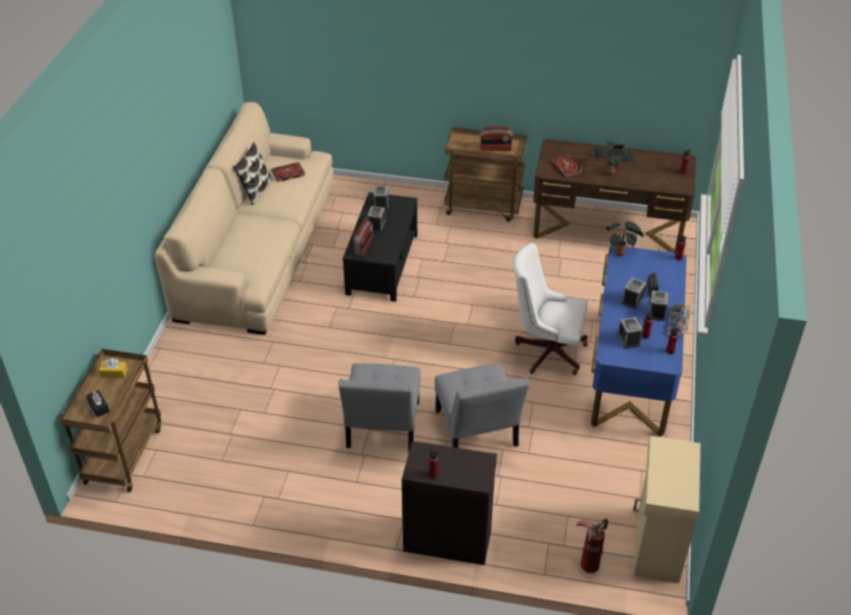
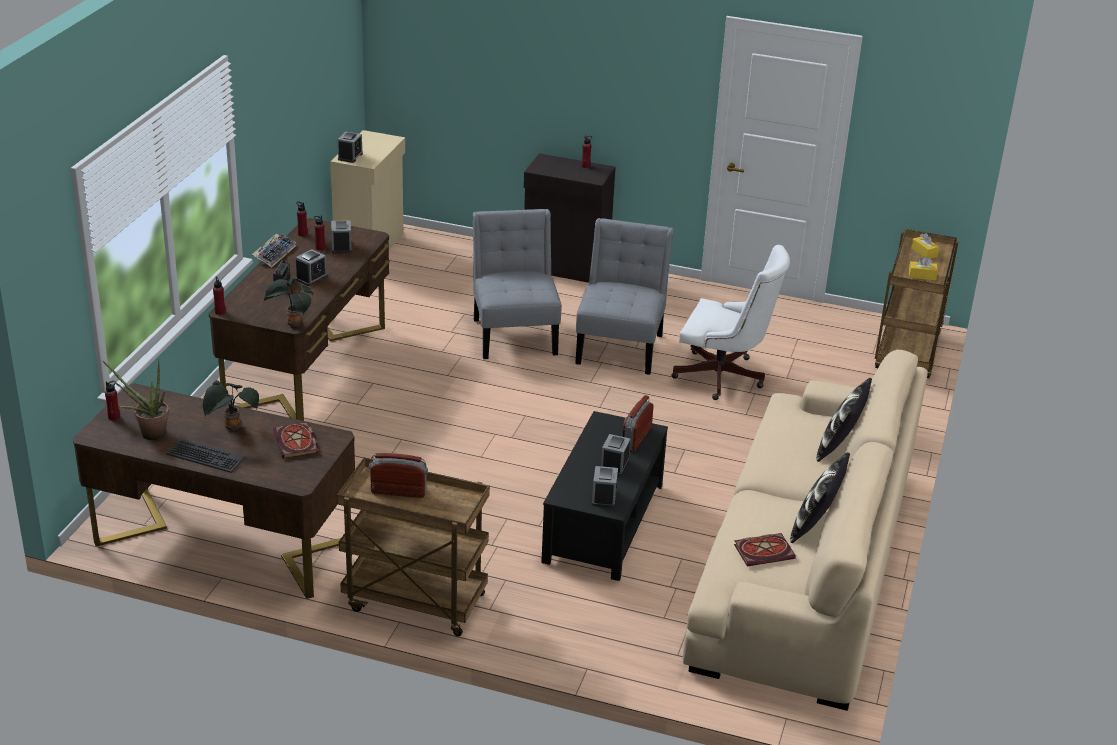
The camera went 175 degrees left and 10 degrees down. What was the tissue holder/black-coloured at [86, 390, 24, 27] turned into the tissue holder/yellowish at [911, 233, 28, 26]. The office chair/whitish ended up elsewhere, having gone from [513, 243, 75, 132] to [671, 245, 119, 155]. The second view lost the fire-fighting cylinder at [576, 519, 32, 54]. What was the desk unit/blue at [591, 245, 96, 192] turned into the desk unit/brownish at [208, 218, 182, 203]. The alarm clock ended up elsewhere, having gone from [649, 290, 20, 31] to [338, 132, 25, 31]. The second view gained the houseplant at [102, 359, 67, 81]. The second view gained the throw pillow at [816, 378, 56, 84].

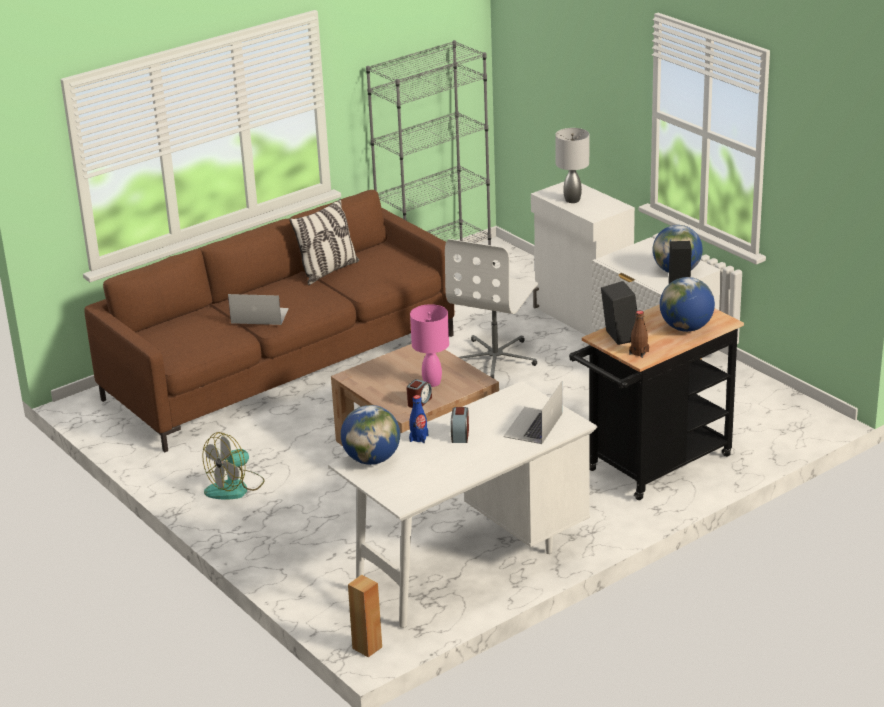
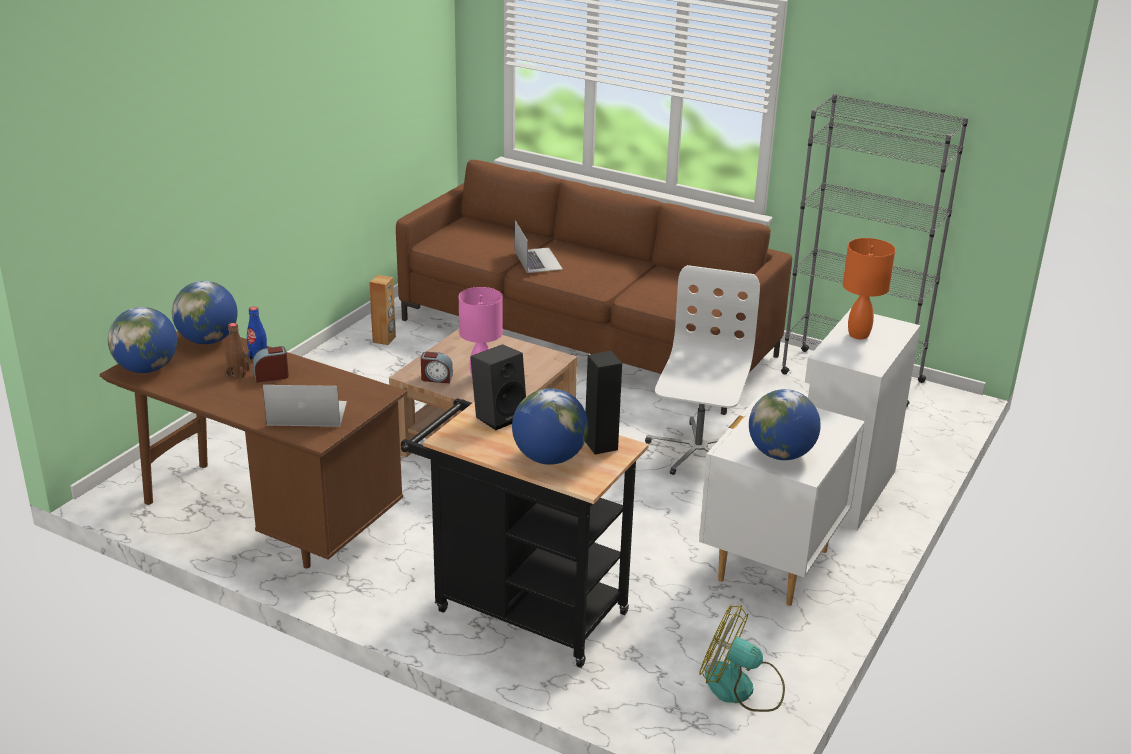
The camera went 65 degrees right and 0 degrees up. The electric fan ended up elsewhere, having gone from [202, 432, 63, 68] to [699, 605, 86, 107]. The second view lost the throw pillow at [289, 199, 70, 86]. What was the desk unit/whitish at [328, 381, 269, 247] turned into the desk unit/brownish at [100, 331, 308, 237]. The speaker/brownish ended up elsewhere, having gone from [348, 575, 34, 82] to [369, 275, 27, 70]. The office chair/whitish at [445, 239, 93, 140] ended up facing another way, 105 degrees clockwise from before. What was the lamp for a table/grey at [555, 128, 34, 75] turned into the lamp for a table/orangey at [843, 238, 52, 101]. The bottle/brownish ended up elsewhere, having gone from [629, 311, 20, 47] to [226, 323, 24, 55]. The second view gained the globe at [108, 307, 69, 66].

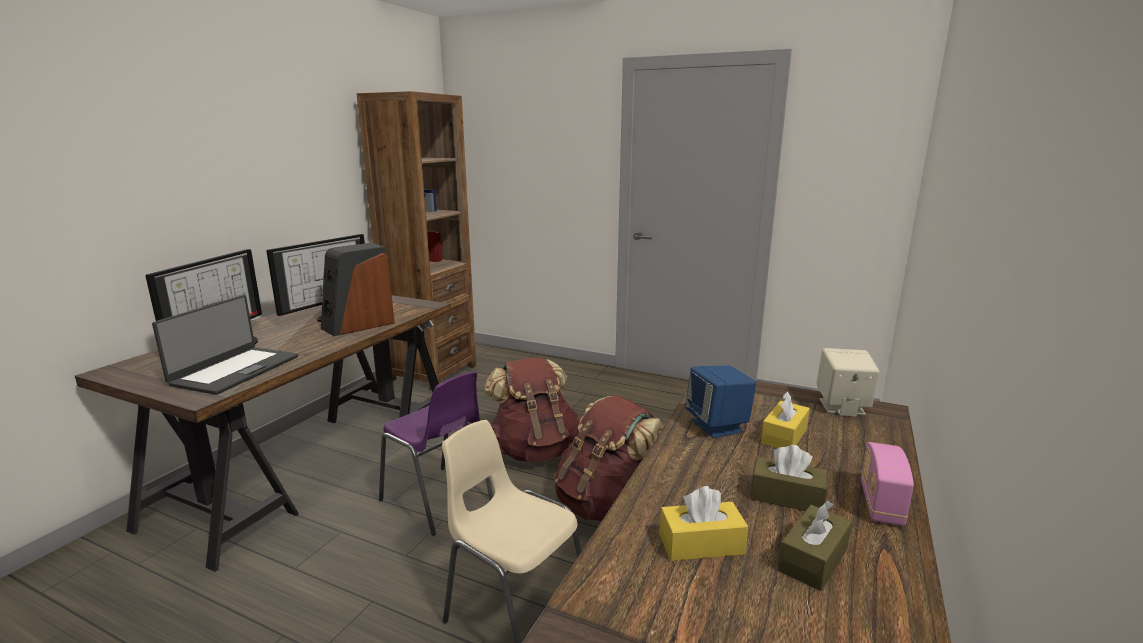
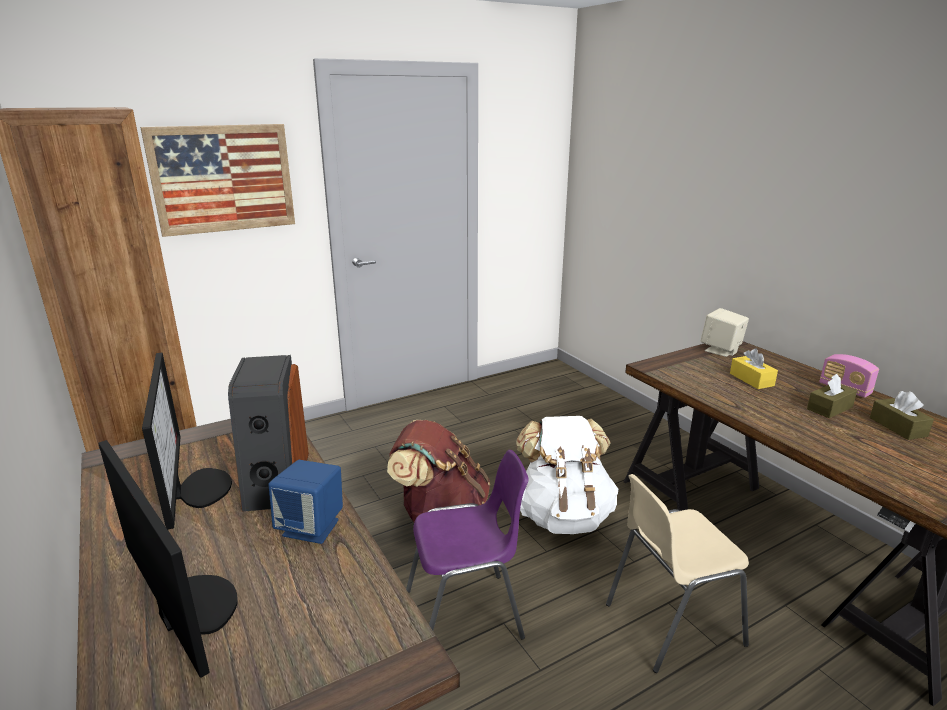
The camera went 55 degrees left and 5 degrees up. The second view lost the portable computer at [152, 295, 146, 100]. What was the backpack/brownish at [554, 395, 111, 126] turned into the backpack/whitish at [517, 416, 101, 118]. The second view lost the tissue holder/yellowish at [660, 486, 88, 75]. The speaker/blue ended up elsewhere, having gone from [685, 366, 71, 72] to [268, 460, 75, 84]. The second view gained the wall picture at [140, 124, 155, 113].

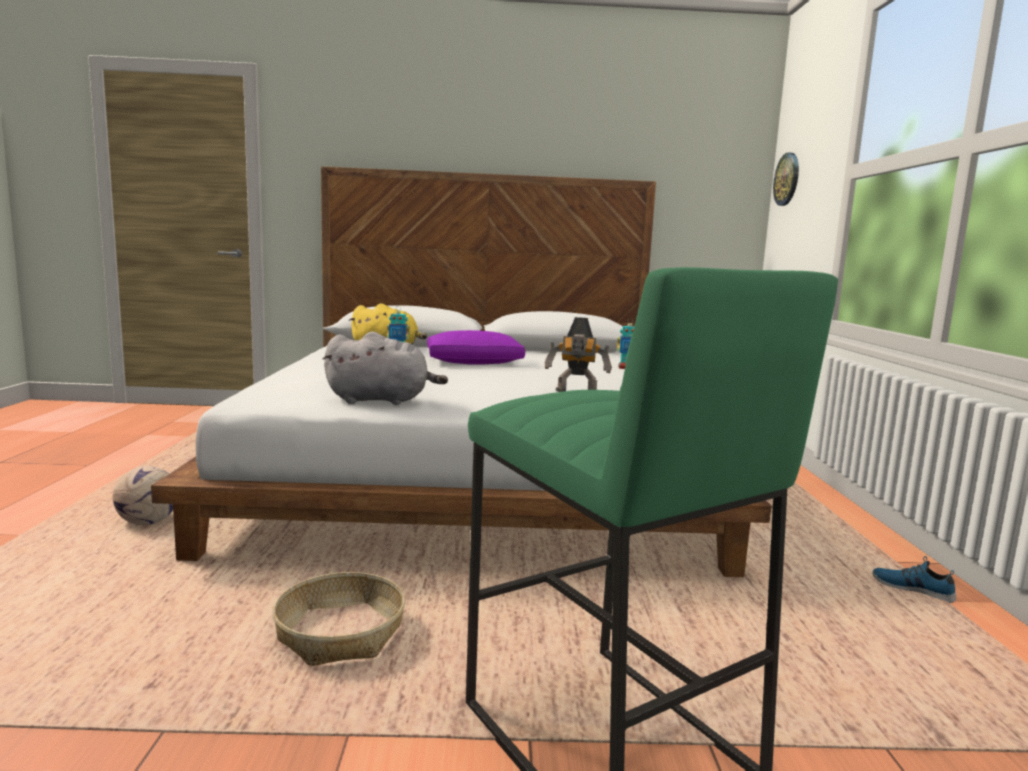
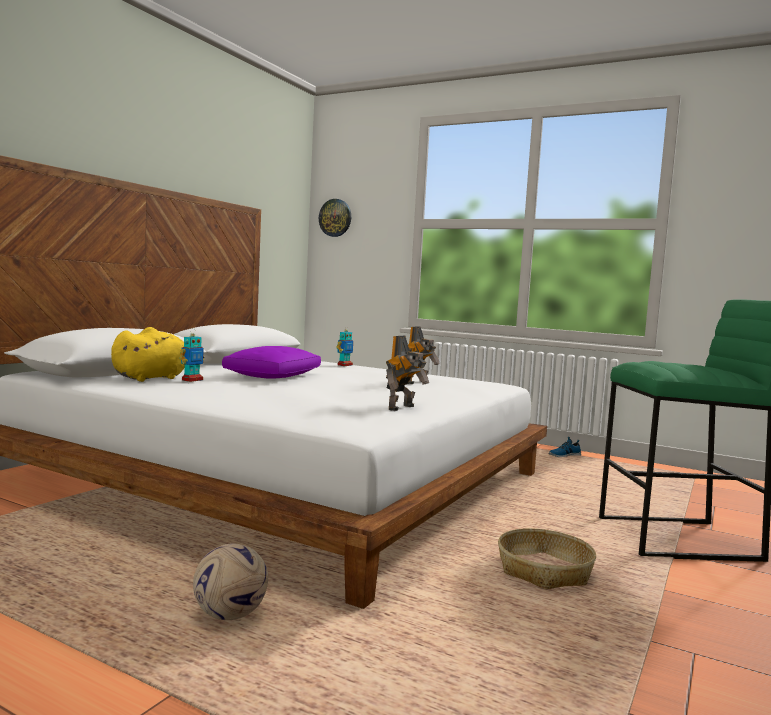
The camera went 60 degrees left and 5 degrees down. Where the soft toy/grey stood at [323, 332, 125, 73], the robot figure came to stand at [386, 336, 43, 75].

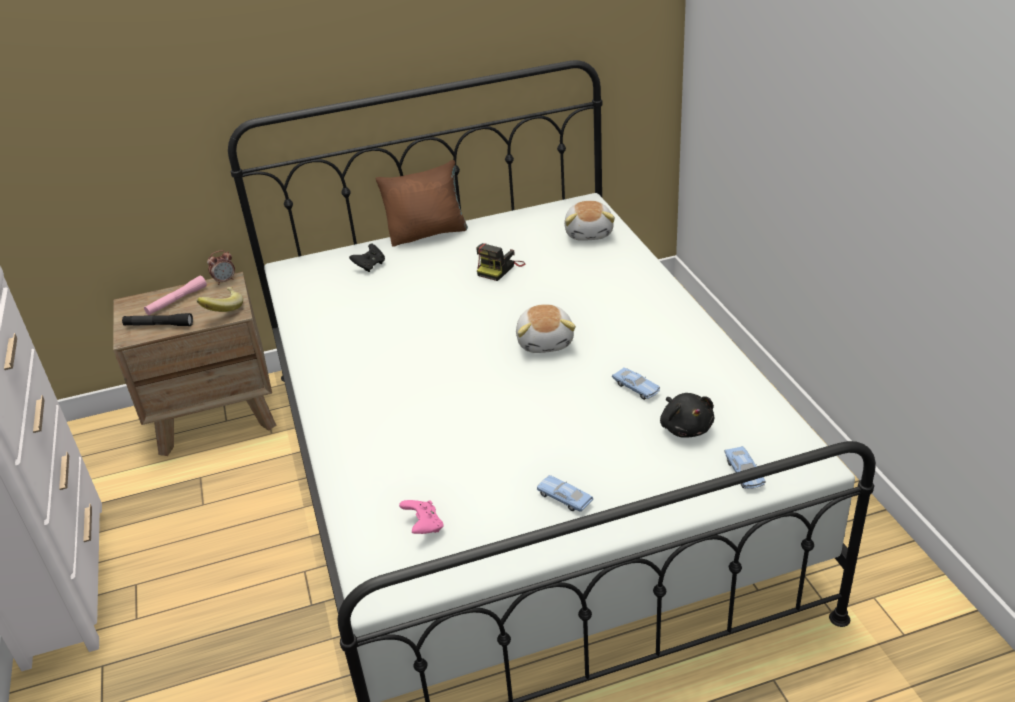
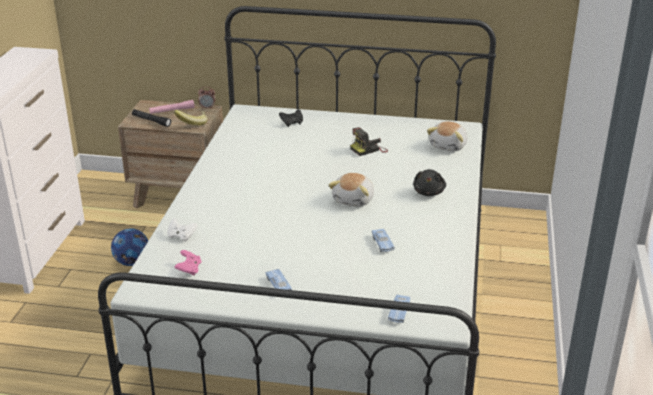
The camera went 25 degrees right and 5 degrees down. The second view lost the throw pillow/brownish at [376, 160, 92, 87]. The soft toy/black-coloured ended up elsewhere, having gone from [660, 393, 54, 45] to [413, 169, 33, 27]. The second view gained the football ball at [111, 228, 37, 38]. The second view gained the gamepad/whitish at [167, 218, 31, 24].

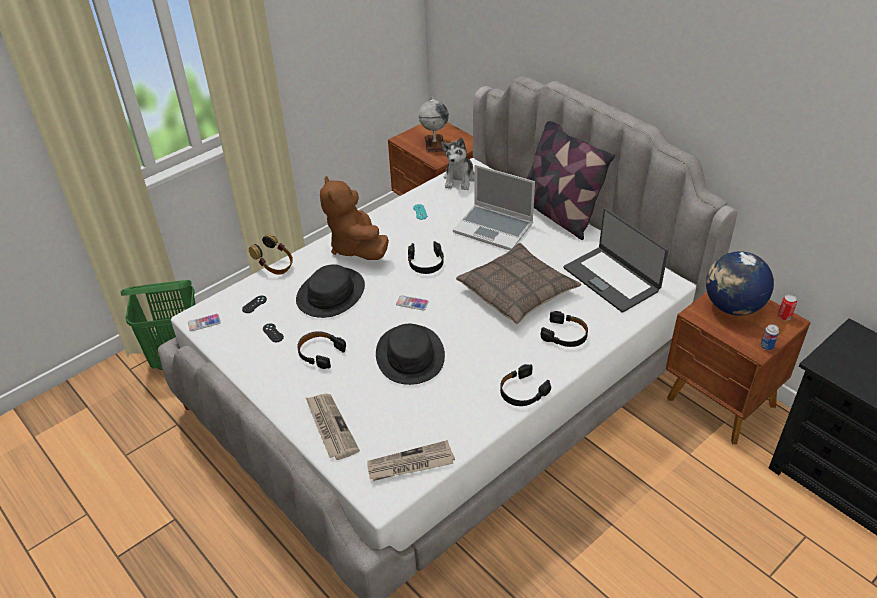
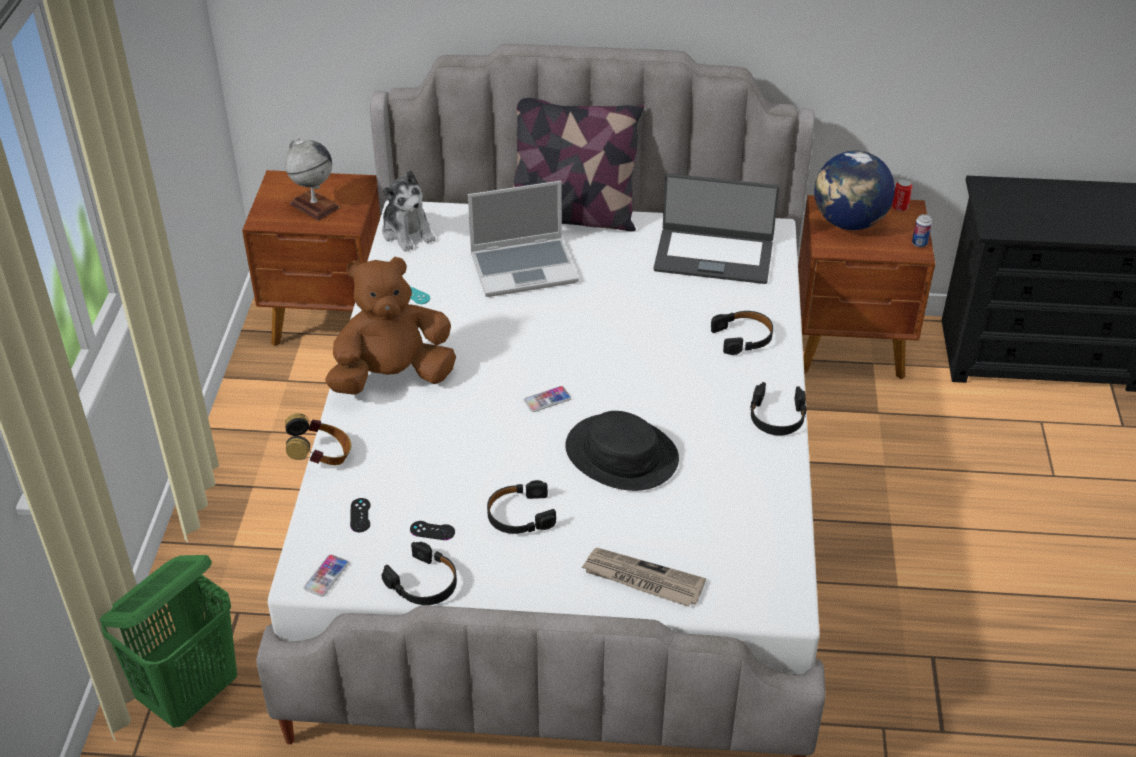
The camera went 45 degrees left and 0 degrees up. The second view lost the hat/black-coloured at [296, 264, 69, 54]. The soft toy/brownish at [320, 176, 69, 84] ended up facing another way, 135 degrees clockwise from before. The second view lost the printed paper at [367, 440, 88, 41]. The headset/black-coloured ended up elsewhere, having gone from [408, 241, 36, 33] to [382, 542, 75, 63]. The second view lost the throw pillow at [456, 243, 125, 81].

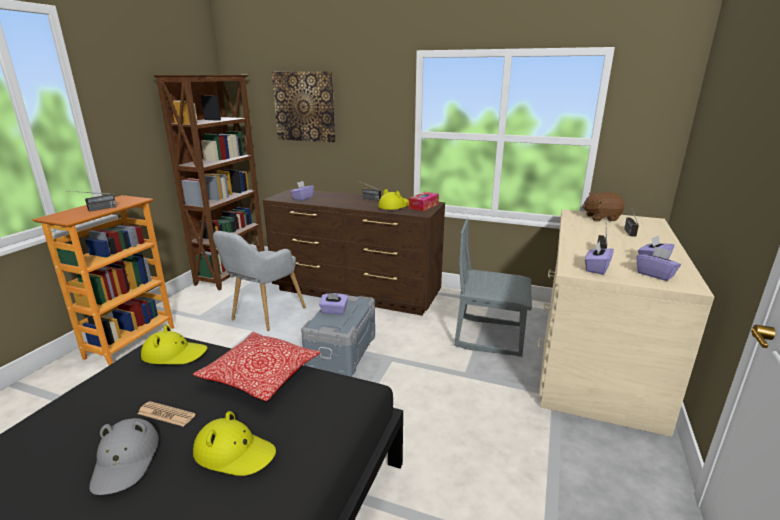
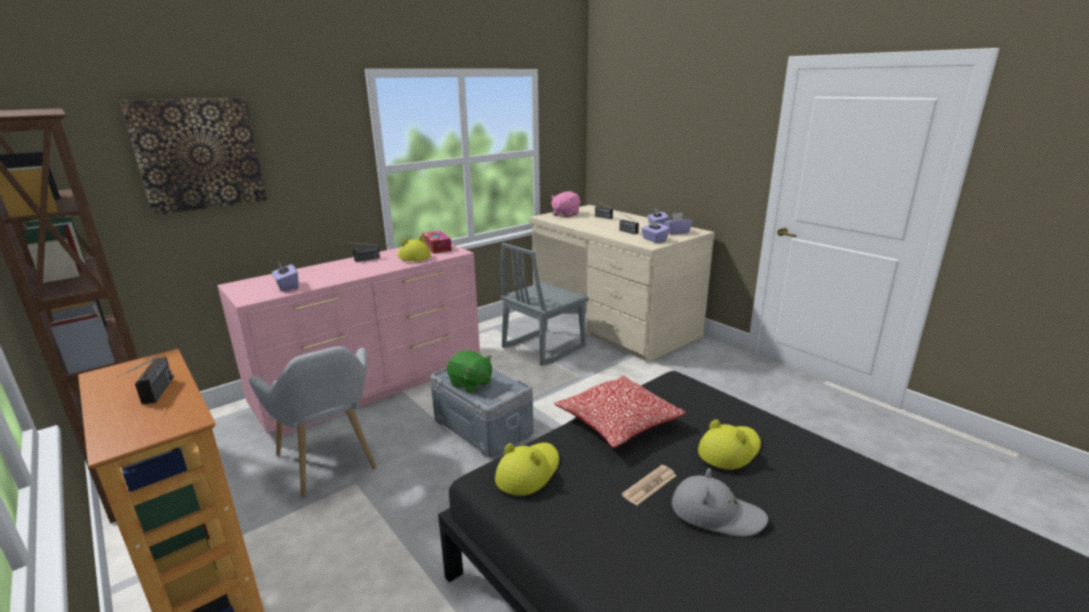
The camera went 60 degrees left and 0 degrees up. What was the dresser/brownish at [263, 188, 182, 128] turned into the dresser/pink at [217, 244, 263, 192]. Where the tissue holder/purple-coloured stood at [319, 293, 29, 21], the soft toy/green came to stand at [446, 350, 46, 43]. What was the soft toy/brownish at [582, 192, 42, 29] turned into the soft toy/pink at [550, 191, 30, 26].

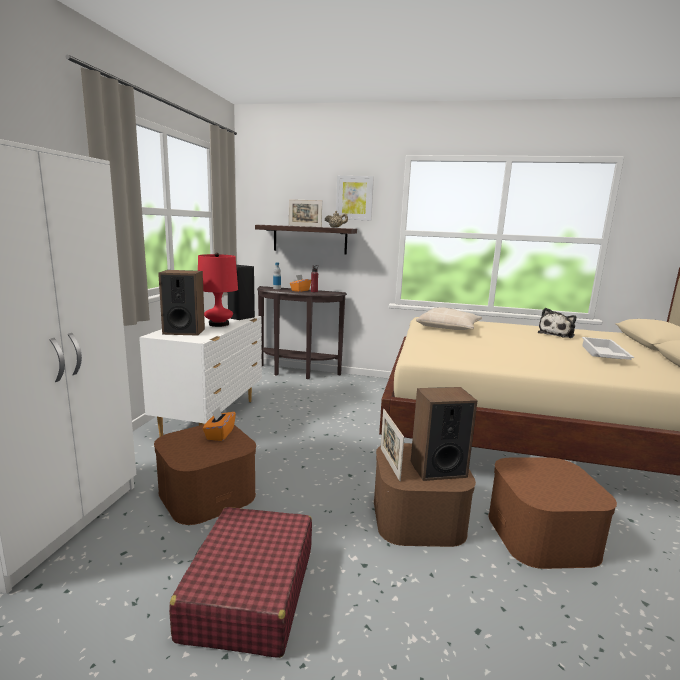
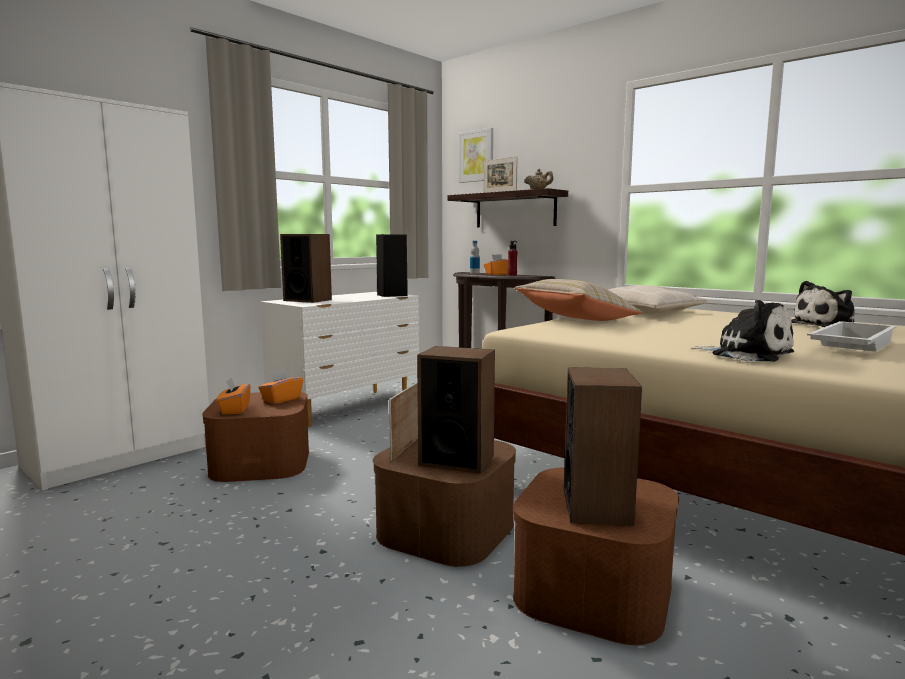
The camera went 30 degrees right and 5 degrees down. The second view lost the suitcase/red-coloured at [169, 507, 143, 151]. The second view lost the lamp for a table/red-coloured at [198, 253, 40, 74]. The wall picture ended up elsewhere, having gone from [336, 176, 38, 45] to [458, 128, 35, 55]. The second view gained the tissue holder/orangey at [217, 378, 34, 37]. The second view gained the throw pillow/beige-coloured at [514, 279, 129, 42]. The second view gained the speaker at [564, 367, 78, 159]. The second view gained the soft toy at [691, 300, 103, 62].

